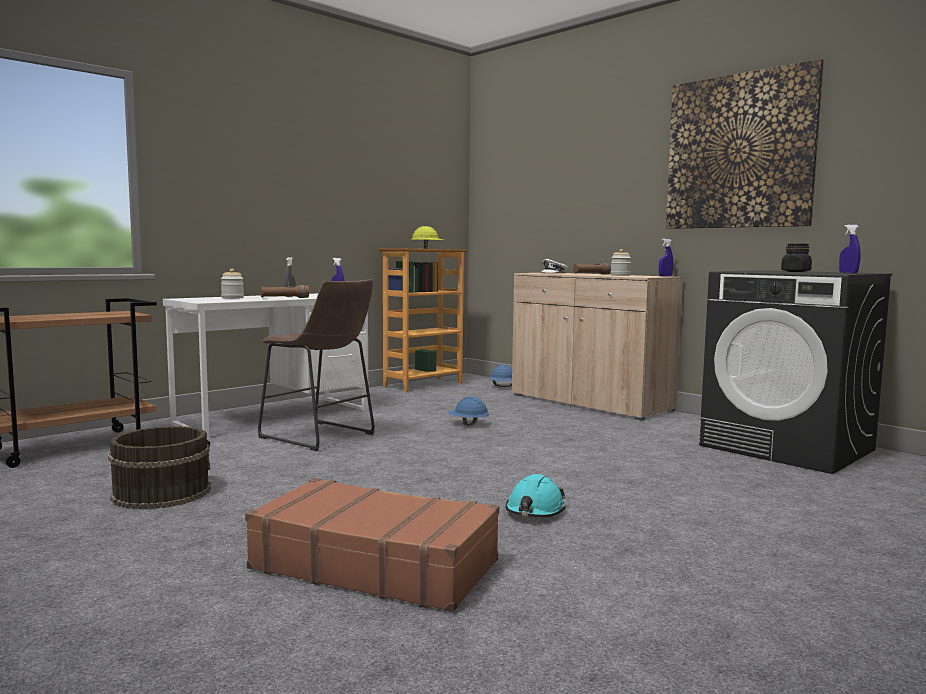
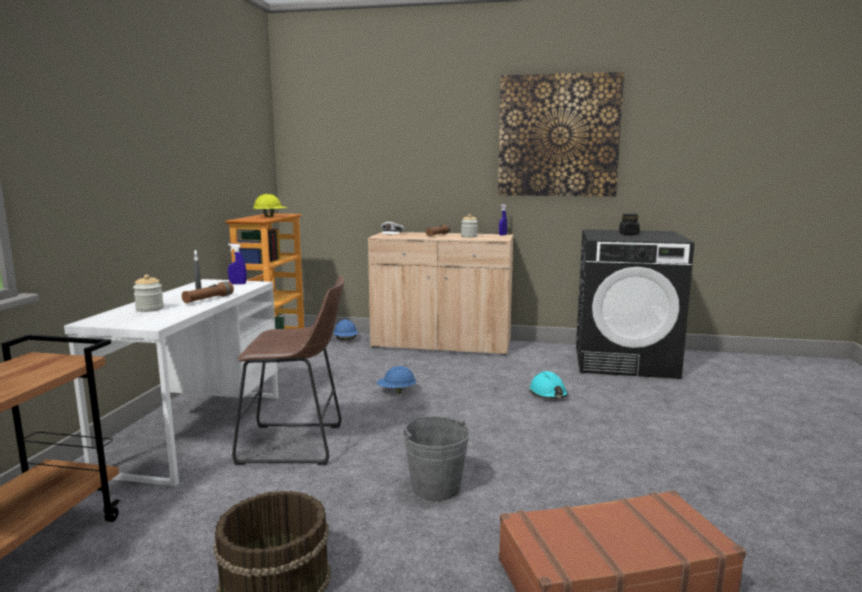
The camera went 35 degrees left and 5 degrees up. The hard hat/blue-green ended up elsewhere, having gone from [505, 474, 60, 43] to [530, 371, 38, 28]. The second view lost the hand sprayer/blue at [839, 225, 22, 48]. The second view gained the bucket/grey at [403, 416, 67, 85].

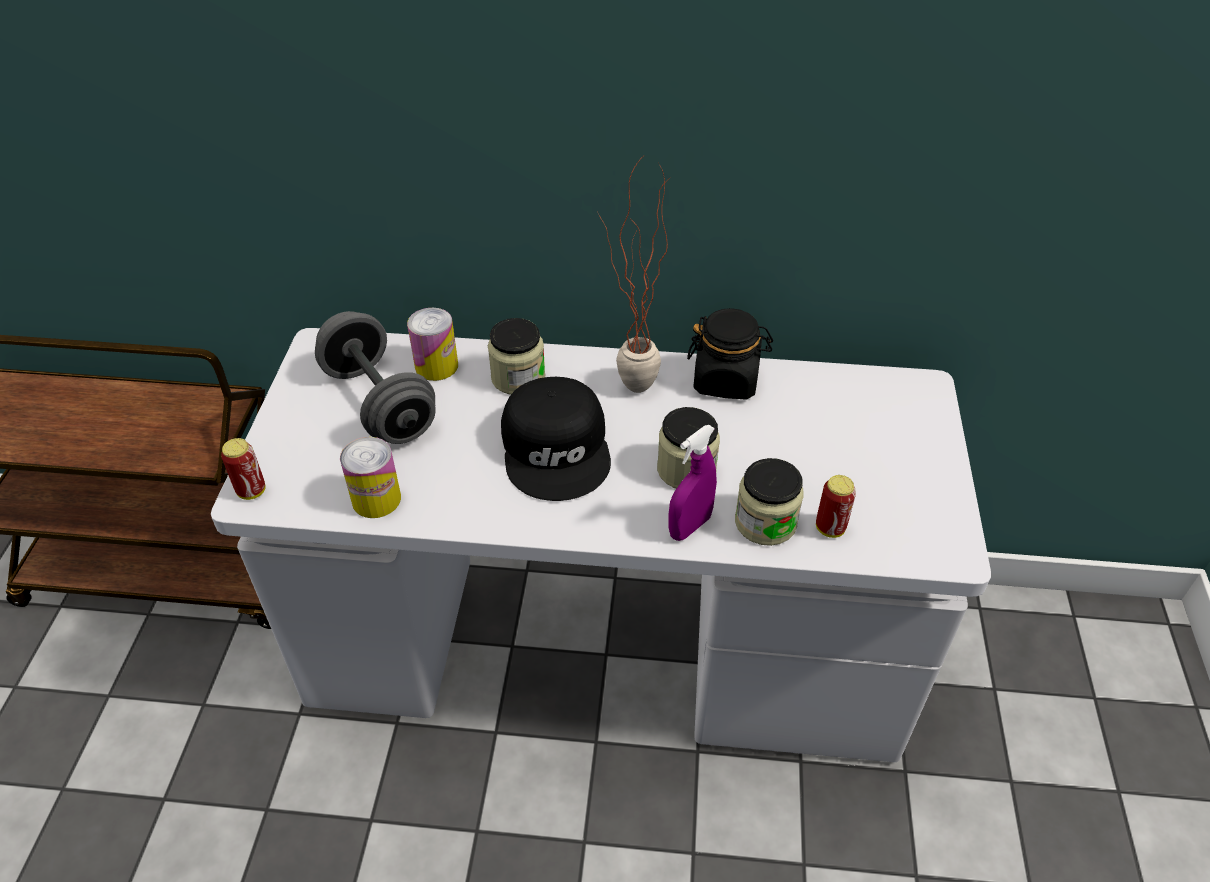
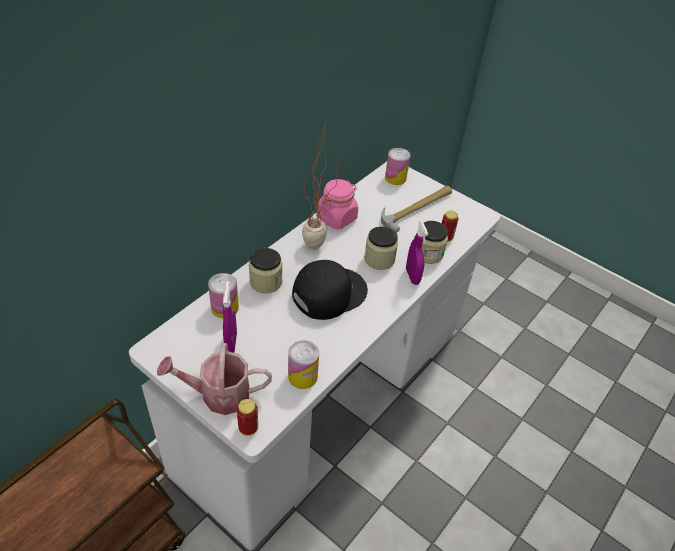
The camera went 60 degrees left and 0 degrees up. Where the free weight/grey stood at [315, 311, 121, 133], the hand sprayer/purple-coloured came to stand at [223, 281, 14, 72]. The cap/black-coloured at [501, 377, 110, 124] ended up facing another way, 60 degrees counterclockwise from before. What was the preserve jar/black-coloured at [687, 308, 86, 92] turned into the preserve jar/pink at [317, 179, 41, 51]. The second view gained the watering pot at [157, 343, 115, 72]. The second view gained the hand hammer at [381, 186, 71, 47]. The second view gained the sealed can at [385, 148, 26, 37].

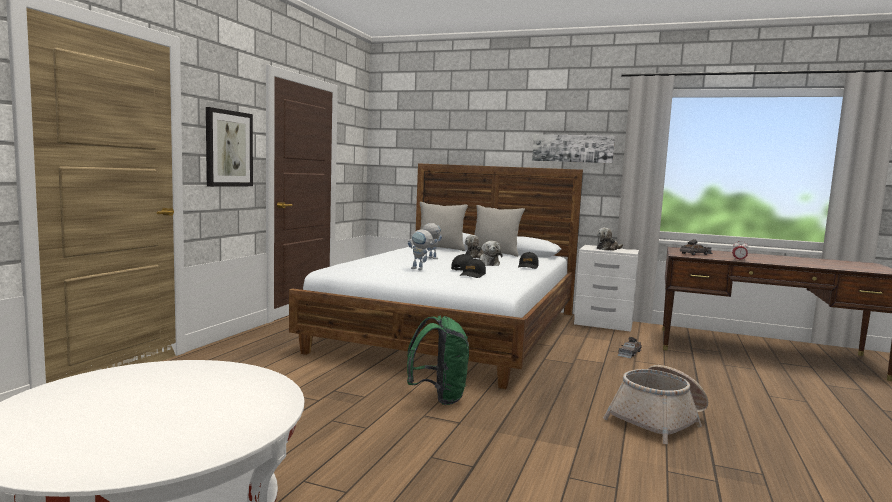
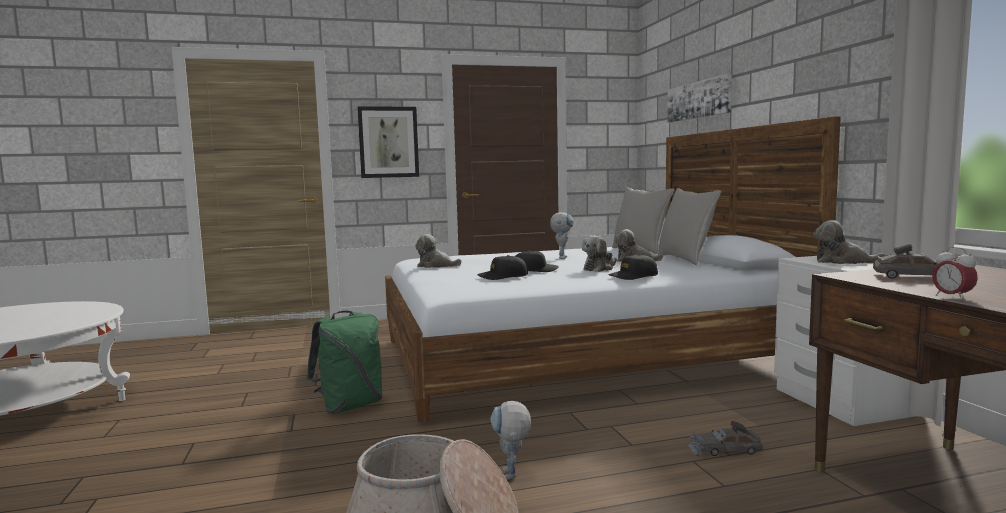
The camera went 55 degrees right and 0 degrees up. The robot figure ended up elsewhere, having gone from [408, 229, 26, 41] to [490, 401, 41, 79]. The wall picture ended up elsewhere, having gone from [532, 134, 83, 29] to [667, 74, 65, 49]. The second view gained the soft toy at [415, 234, 46, 34].

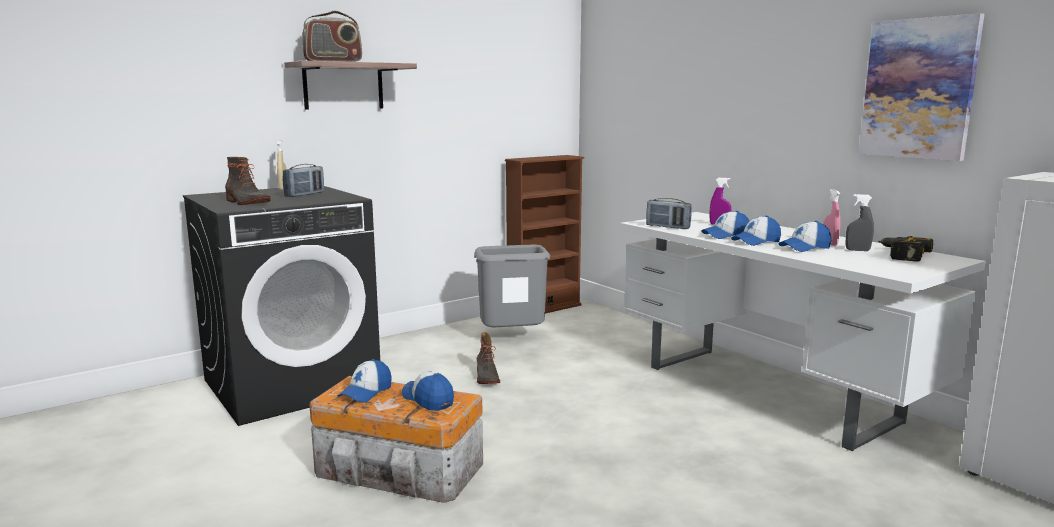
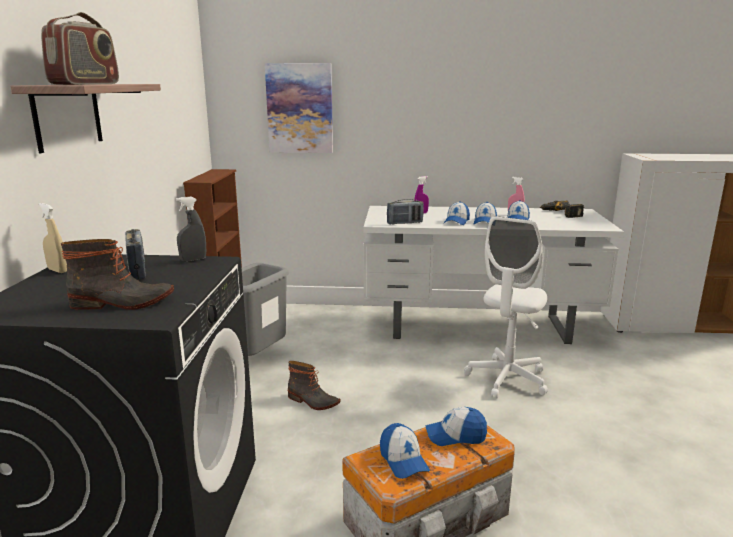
The camera went 50 degrees left and 5 degrees up. The hand sprayer/grey ended up elsewhere, having gone from [846, 194, 28, 57] to [176, 196, 30, 66]. The wall picture ended up elsewhere, having gone from [859, 13, 125, 148] to [265, 63, 68, 90]. The second view gained the office chair/whitish at [464, 216, 84, 183].

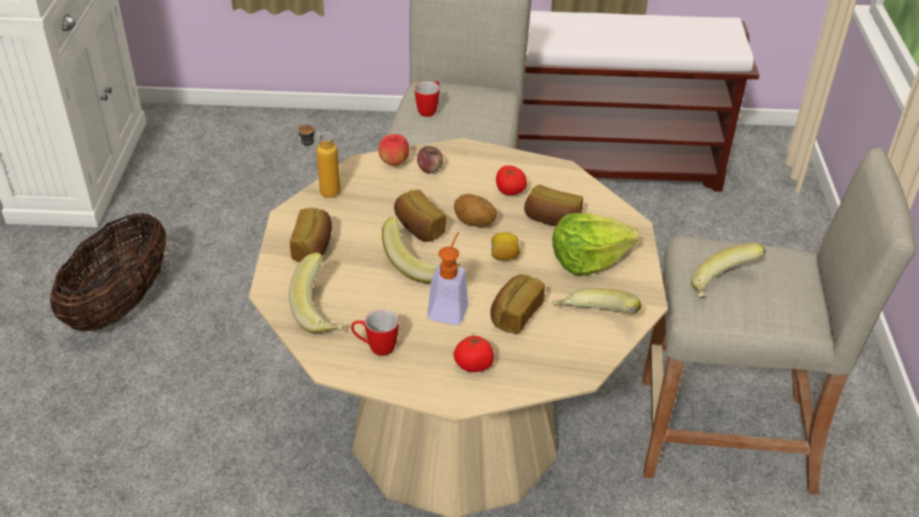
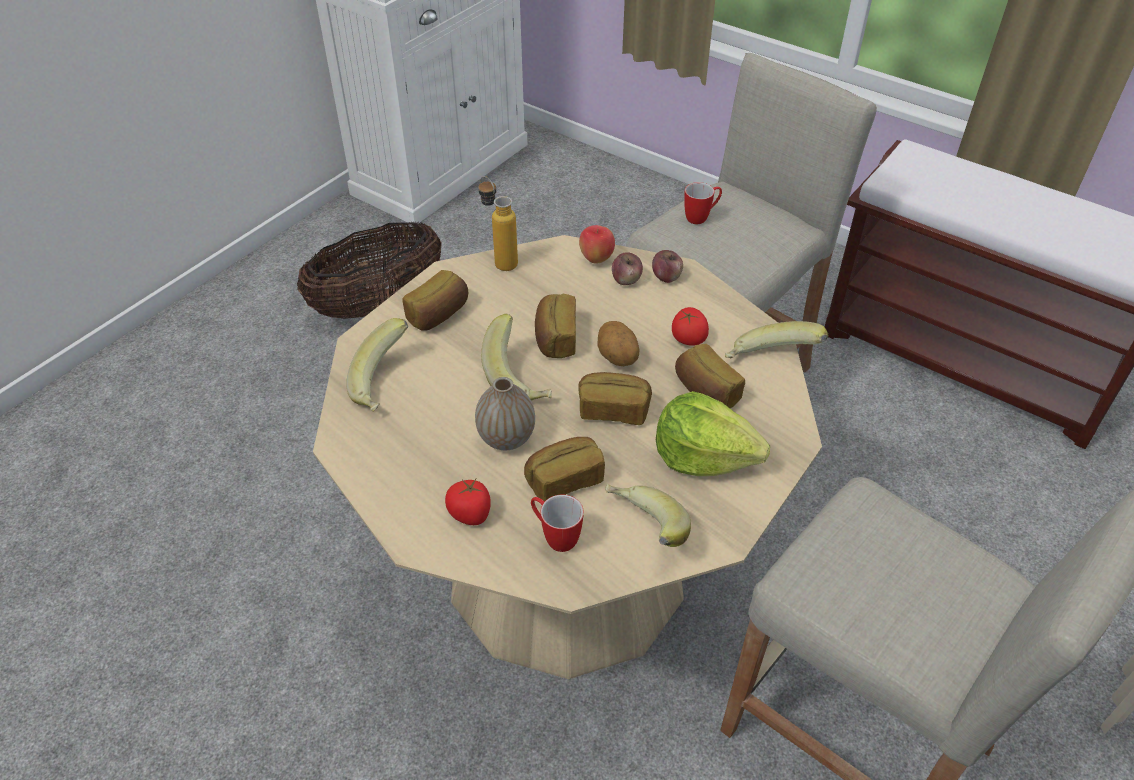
The camera went 35 degrees right and 5 degrees up. The coffee mug ended up elsewhere, having gone from [351, 309, 48, 47] to [531, 495, 53, 57]. Where the soap dispenser stood at [427, 232, 41, 93], the vase came to stand at [475, 377, 60, 73]. Where the citrus fruit stood at [491, 232, 30, 29], the baked bread came to stand at [578, 372, 74, 53]. The whole banana ended up elsewhere, having gone from [691, 243, 75, 54] to [725, 321, 103, 37]. The second view gained the apple fruit at [652, 250, 31, 33].

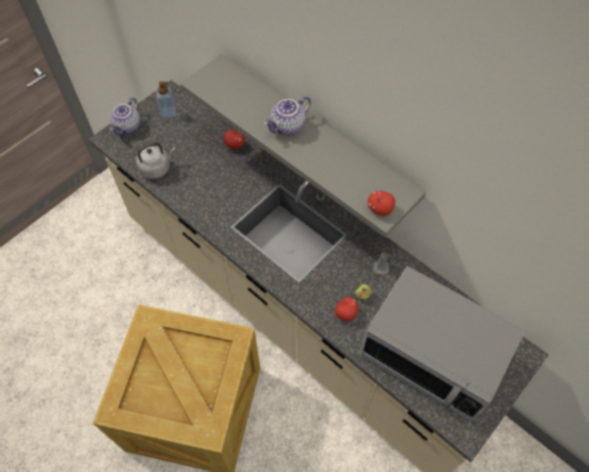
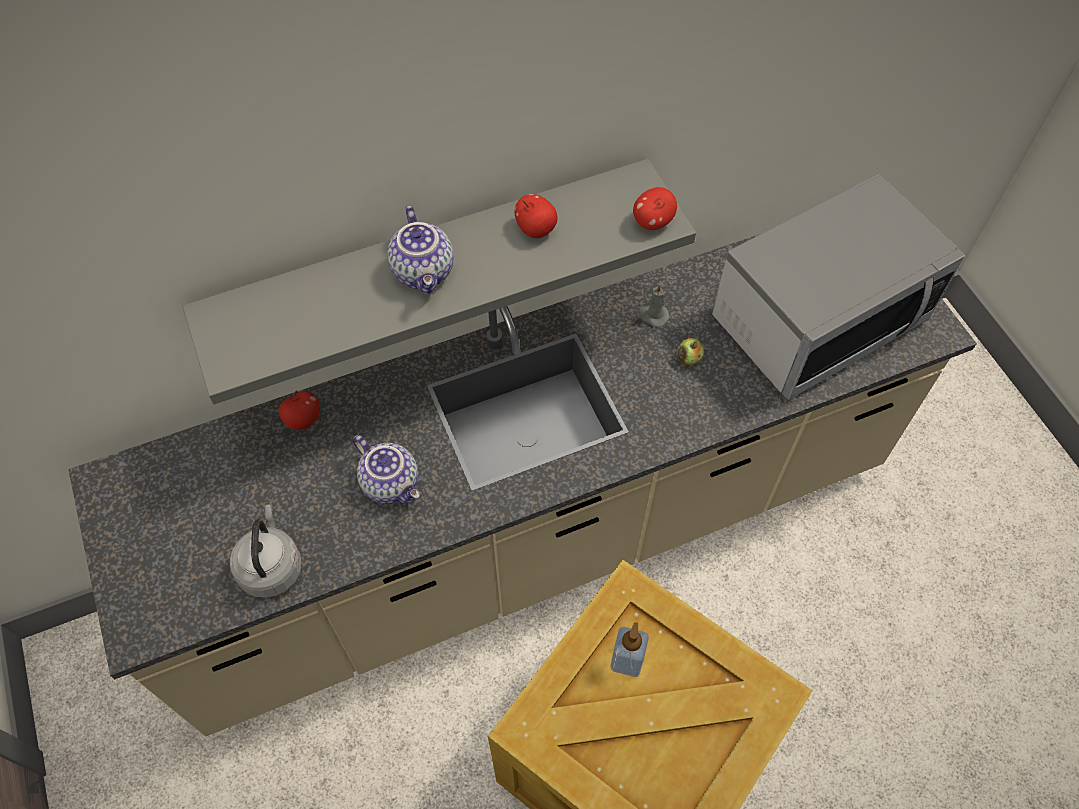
The camera went 65 degrees left and 0 degrees up. The teapot ended up elsewhere, having gone from [110, 97, 30, 38] to [353, 435, 67, 69]. The soap dispenser ended up elsewhere, having gone from [156, 81, 20, 37] to [611, 622, 38, 55]. The apple fruit ended up elsewhere, having gone from [335, 297, 23, 24] to [515, 194, 43, 44].

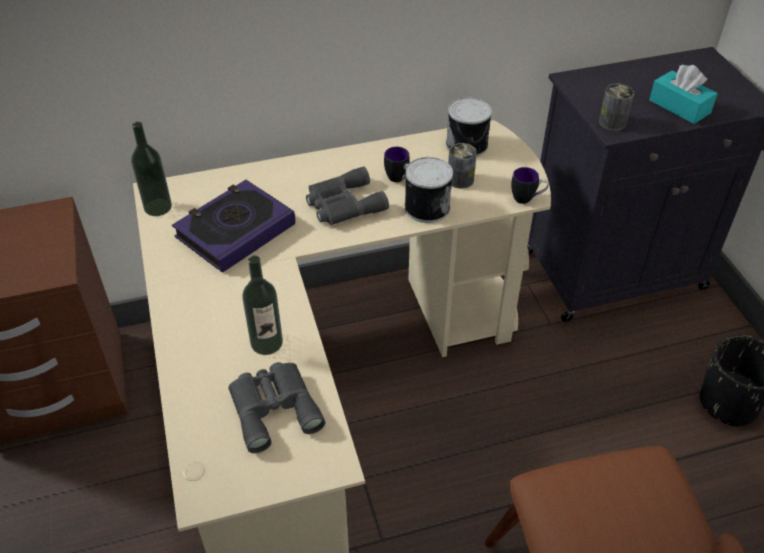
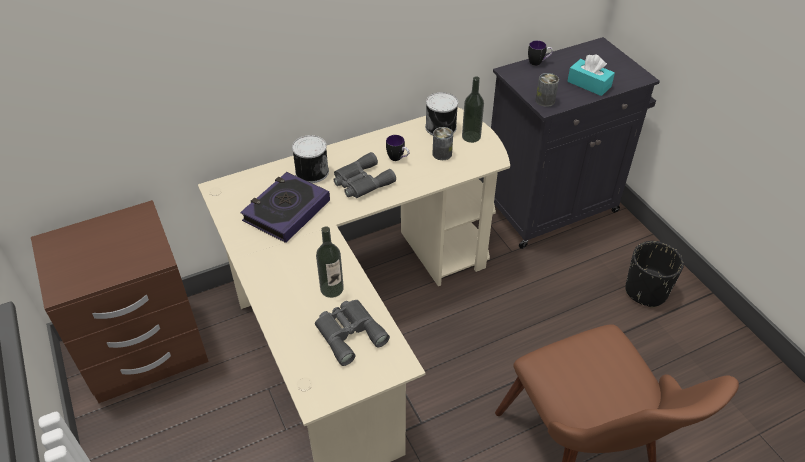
The camera went 10 degrees left and 0 degrees up. The bottle ended up elsewhere, having gone from [131, 122, 41, 94] to [462, 77, 22, 66]. The sealed can ended up elsewhere, having gone from [404, 157, 49, 66] to [292, 135, 37, 48]. The coffee mug ended up elsewhere, having gone from [511, 167, 38, 37] to [528, 41, 25, 25].

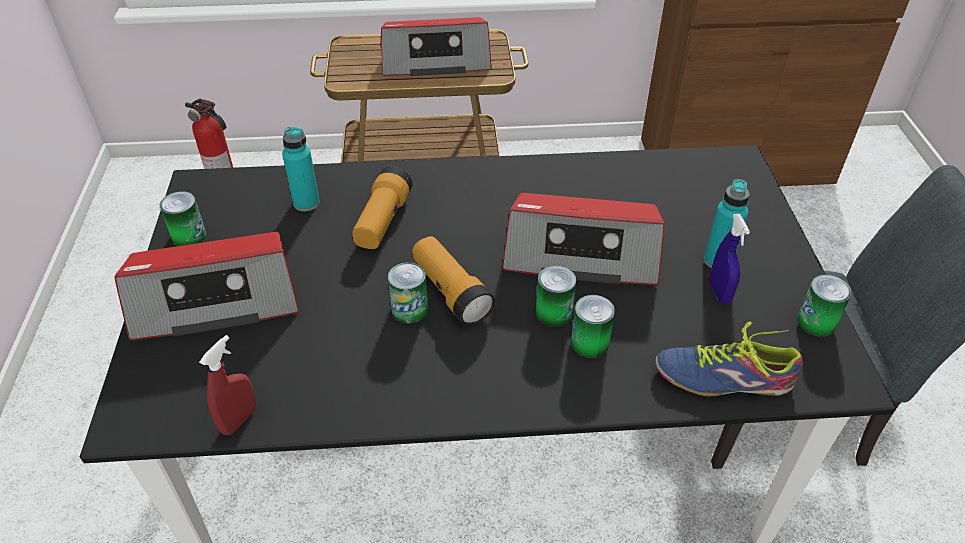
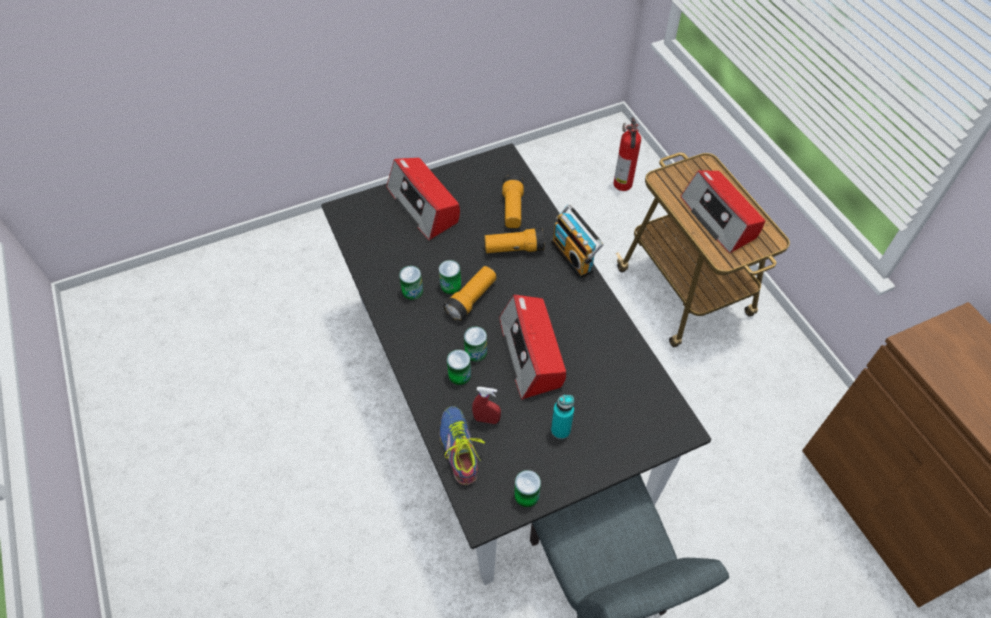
The camera went 70 degrees right and 10 degrees up. The sealed can ended up elsewhere, having gone from [160, 191, 46, 55] to [399, 266, 24, 34]. The hand sprayer/red-coloured ended up elsewhere, having gone from [199, 335, 57, 100] to [472, 387, 29, 37]. Where the bottle/blue-green stood at [282, 127, 38, 84], the hand torch came to stand at [502, 175, 22, 53]. The second view lost the hand sprayer/blue at [709, 214, 41, 90]. The second view gained the radio at [551, 204, 53, 74].

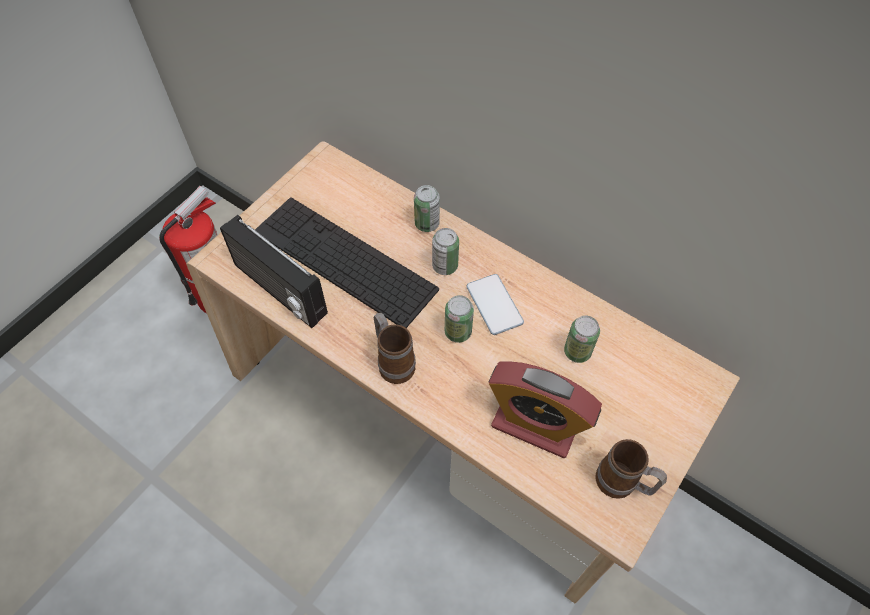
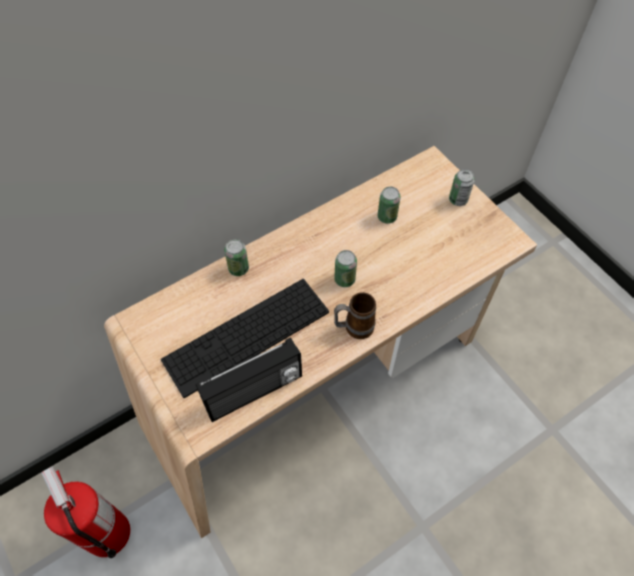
The camera went 70 degrees left and 0 degrees up. The sealed can ended up elsewhere, having gone from [432, 228, 27, 47] to [449, 169, 26, 37]. The second view lost the handset at [466, 274, 58, 61]. The second view lost the alarm clock at [488, 361, 114, 97]. The second view lost the coffee mug at [596, 439, 71, 60].

